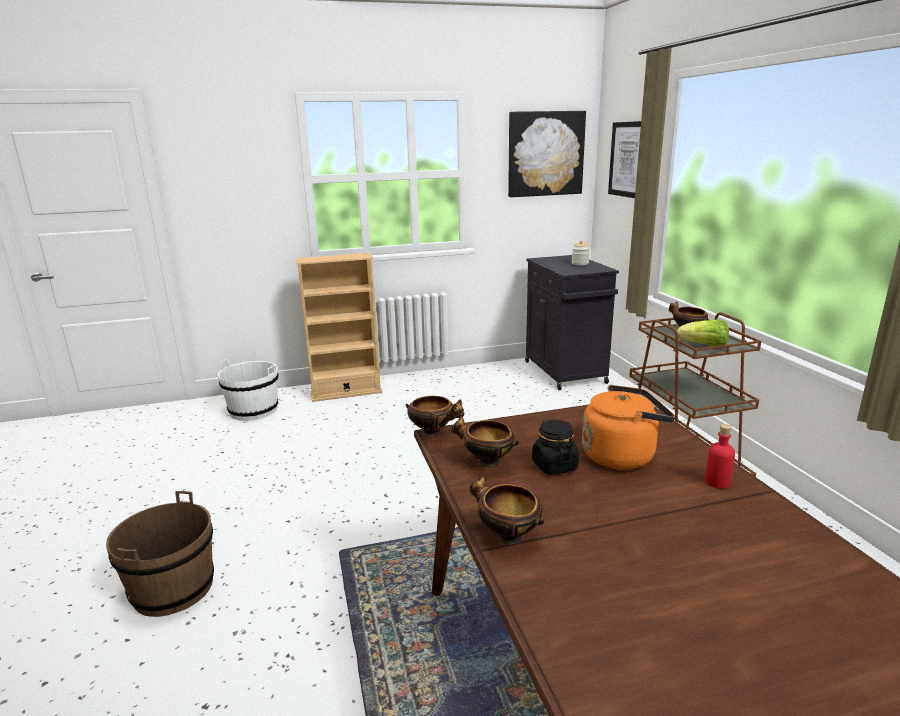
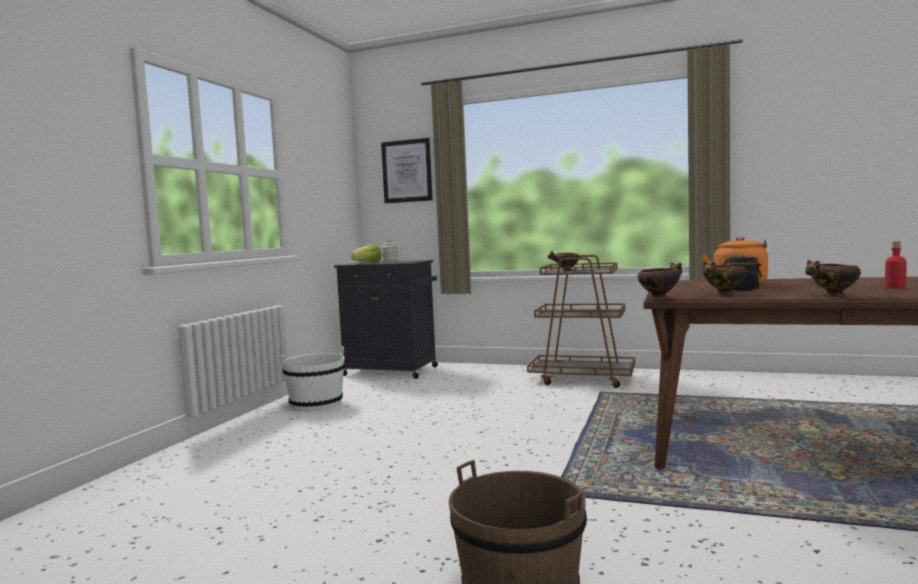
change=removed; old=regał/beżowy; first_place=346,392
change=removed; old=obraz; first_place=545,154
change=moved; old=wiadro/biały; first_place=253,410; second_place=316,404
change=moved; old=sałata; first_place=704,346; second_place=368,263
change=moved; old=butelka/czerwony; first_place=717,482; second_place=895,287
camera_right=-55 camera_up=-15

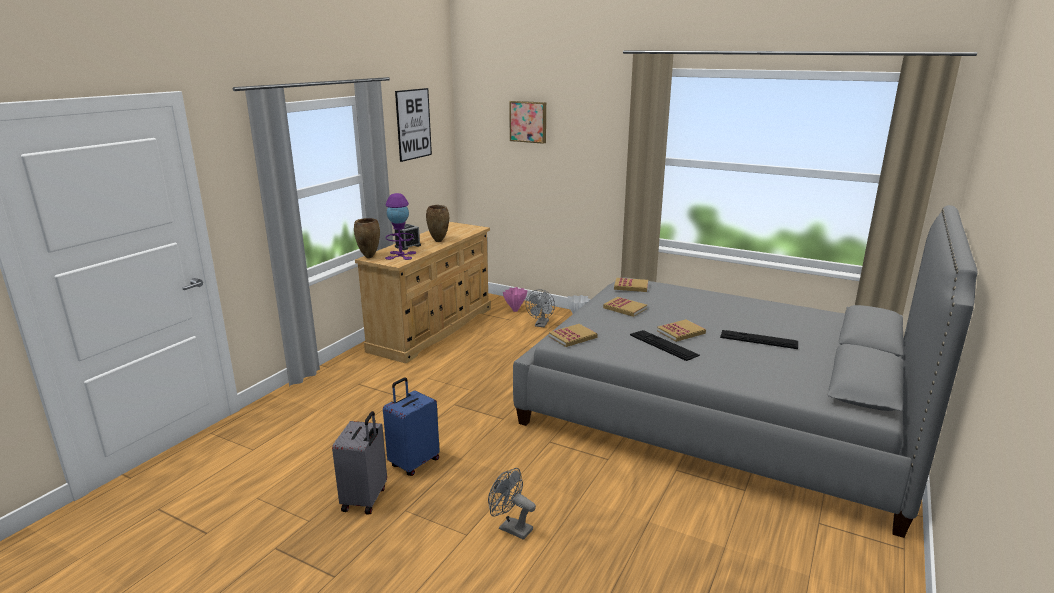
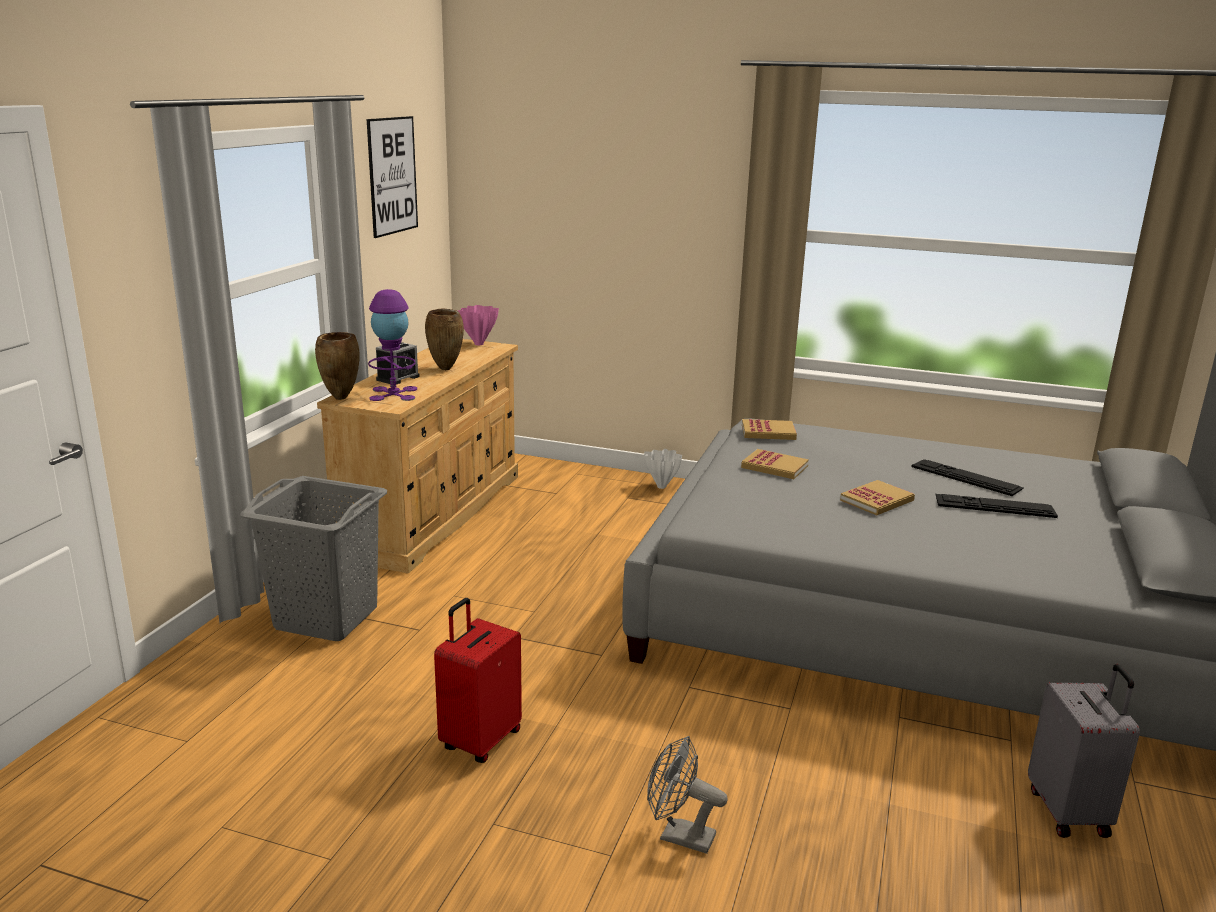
change=removed; old=obraz; first_place=528,121
change=removed; old=wentylator/szary; first_place=541,325
change=removed; old=książka; first_place=573,337
change=added; new=kosz na pranie/szary; second_place=326,617
change=moved; old=walizka/szary; first_place=366,499; second_place=1070,812
change=moved; old=wazon/różowy; first_place=515,310; second_place=480,344
change=moved; old=klawiatura; first_place=663,345; second_place=966,477
change=recoloured; old=walizka/niebieski; new=walizka/czerwony; first_place=414,463; second_place=479,740
camera_right=-10 camera_up=0

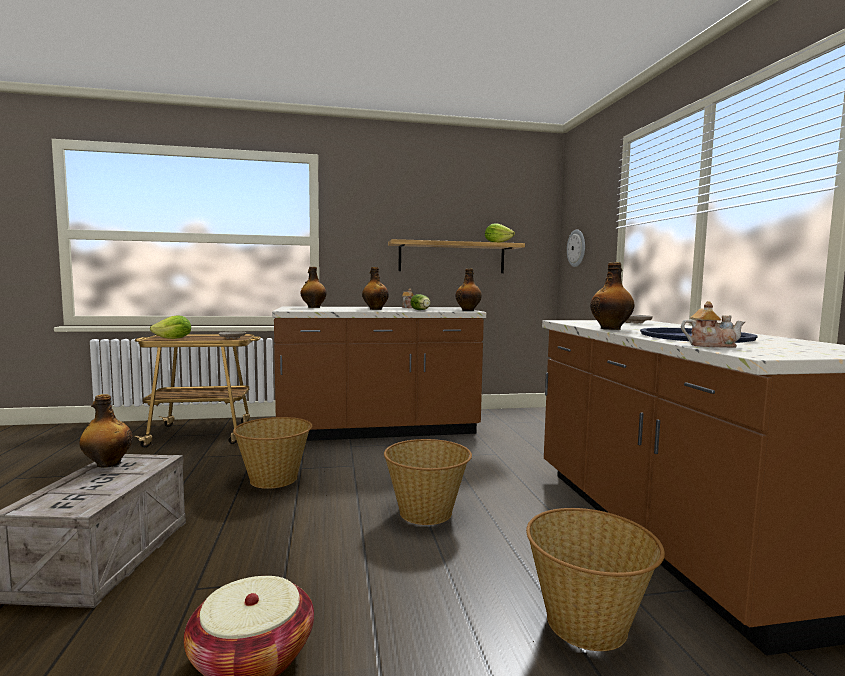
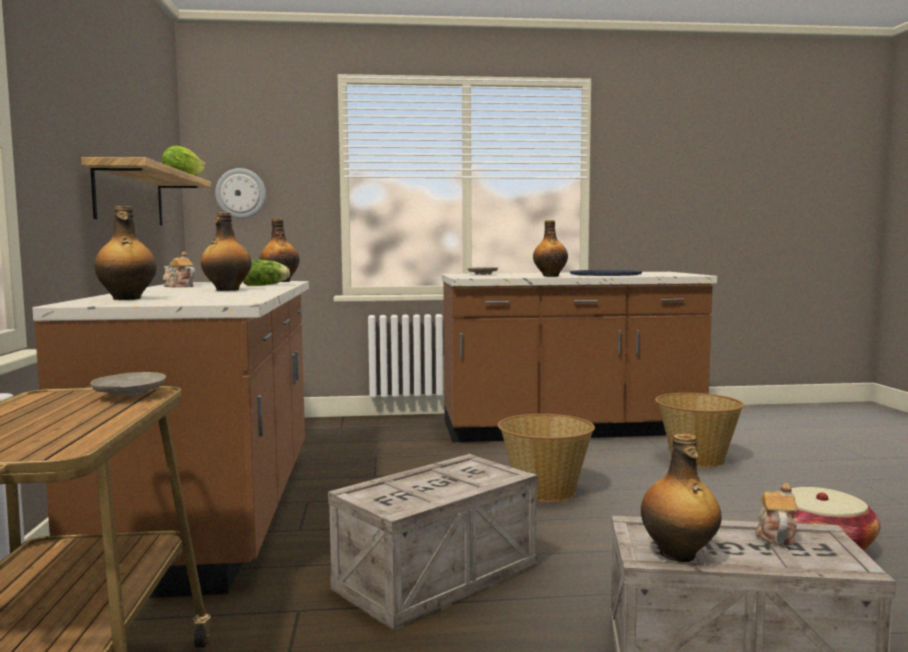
change=removed; old=sałata; first_place=174,339
change=moved; old=imbryk; first_place=710,345; second_place=775,535
change=replaced; old=koszyk; new=skrzynka; first_place=274,479; second_place=438,576
camera_right=-85 camera_up=0

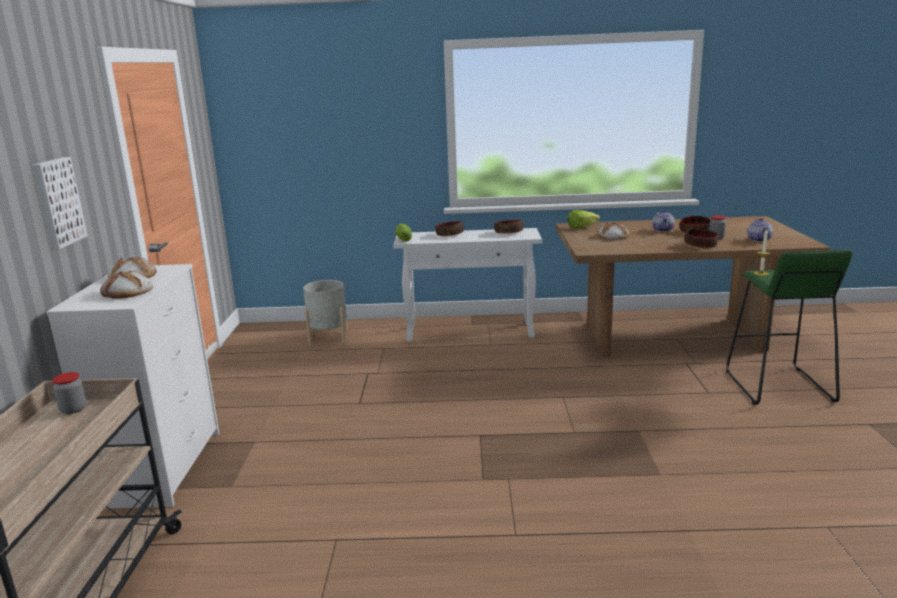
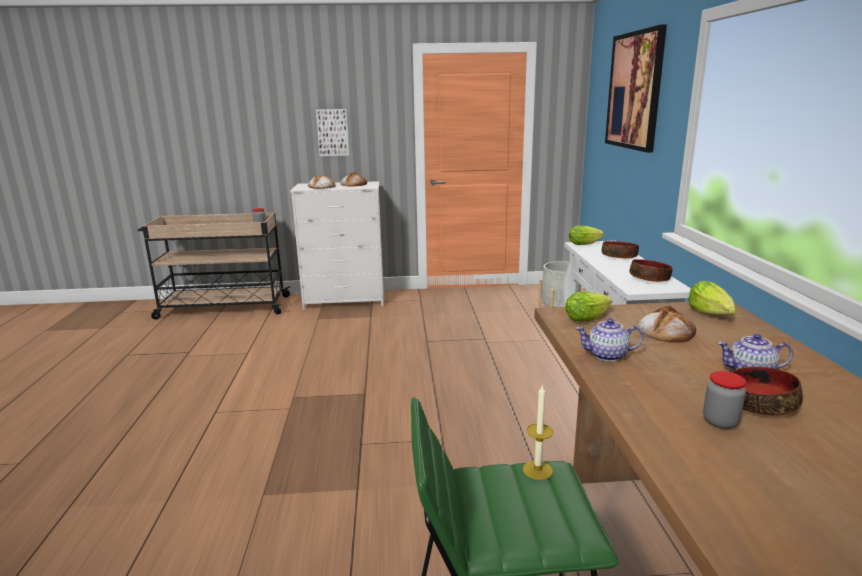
change=removed; old=miska; first_place=700,245
change=added; new=sałata; second_place=589,317
change=added; new=obraz; second_place=634,91
change=moved; old=imbryk; first_place=759,240; second_place=607,355
camera_right=85 camera_up=0

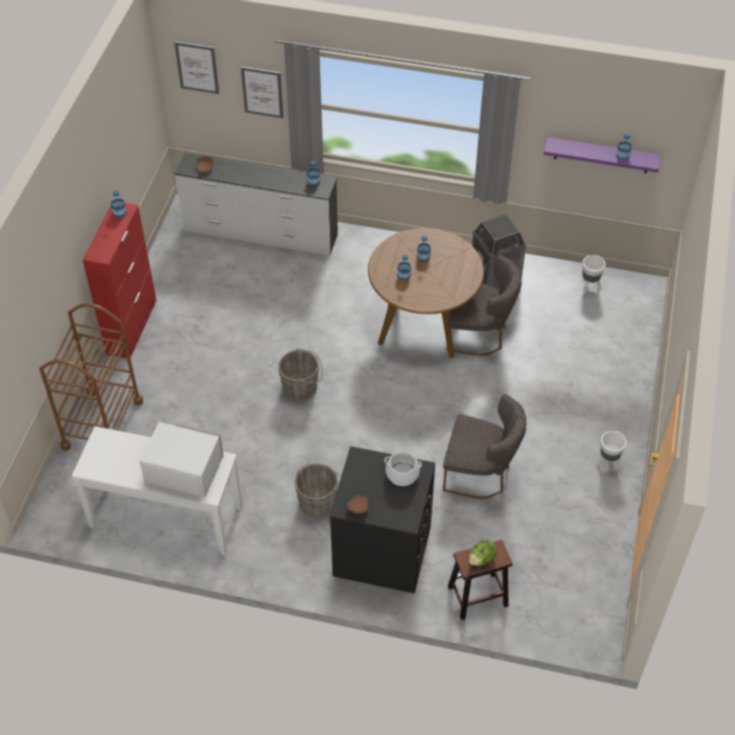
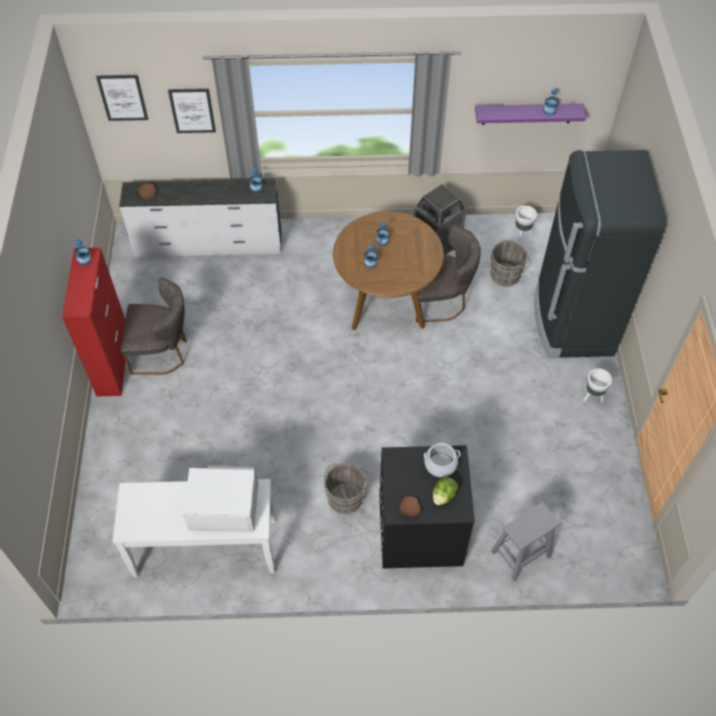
change=removed; old=wózek/brązowy; first_place=102,424
change=added; new=lodówka/czarny; second_place=572,321
change=moved; old=wiadro/szary; first_place=302,388; second_place=507,274
change=moved; old=krzesło/szary; first_place=480,474; second_place=162,352
change=moved; old=sałata; first_place=482,559; second_place=444,495
change=recoloured; old=stołek/brązowy; new=stołek/szary; first_place=477,596; second_place=520,554
camera_right=-15 camera_up=5

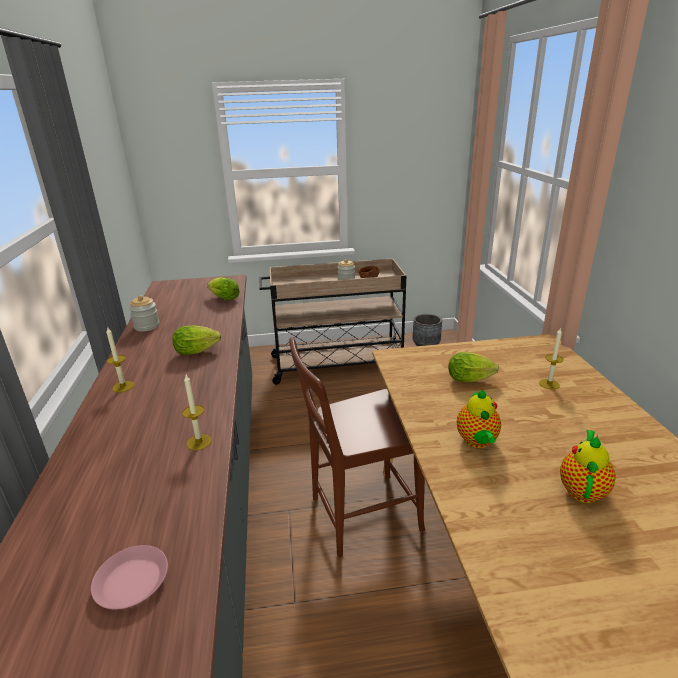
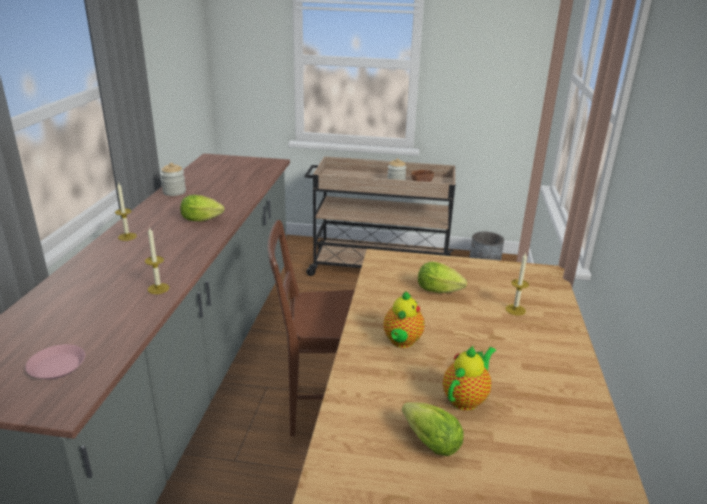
change=moved; old=sałata; first_place=223,298; second_place=427,441
camera_right=15 camera_up=0

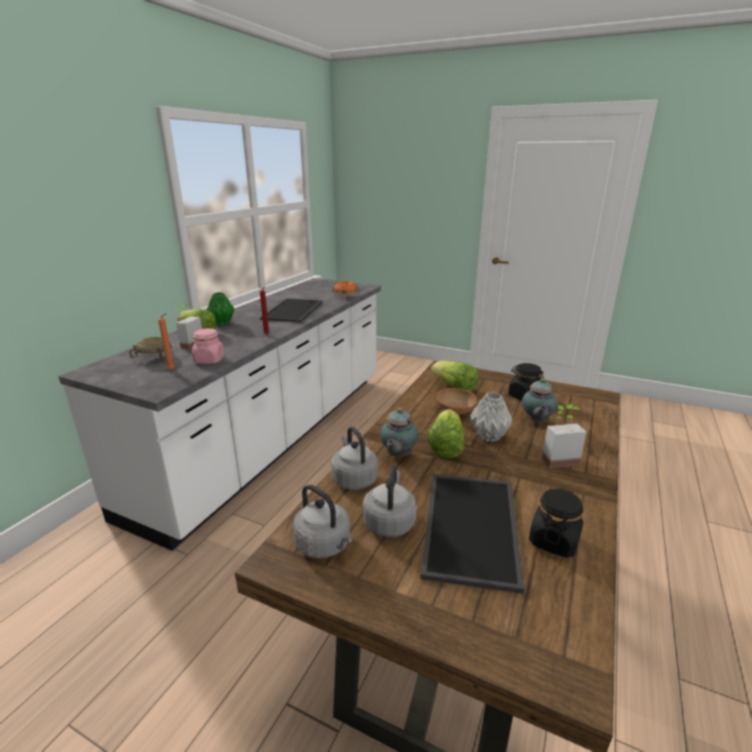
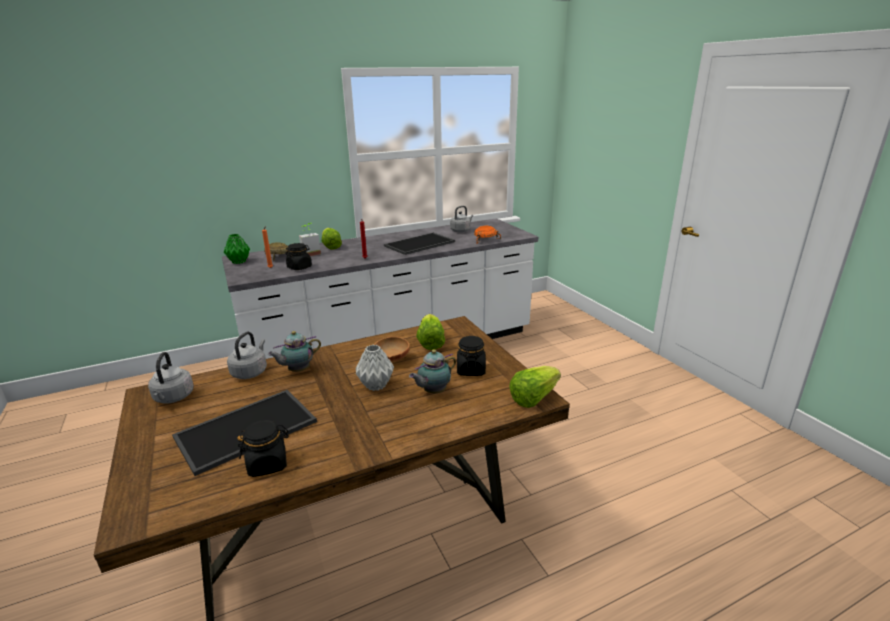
change=removed; old=roślina doniczkowa; first_place=557,457
change=moved; old=wazon/zielony; first_place=222,323; second_place=238,262
change=moved; old=czajnik/szary; first_place=389,521; second_place=461,230
change=moved; old=sałata; first_place=445,446; second_place=533,398
change=recoloured; old=słoik/różowy; new=słoik/czarny; first_place=209,360; second_place=299,267
camera_right=40 camera_up=0

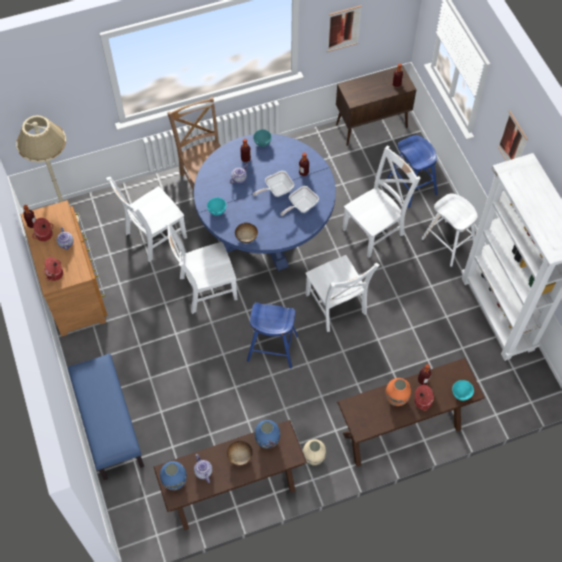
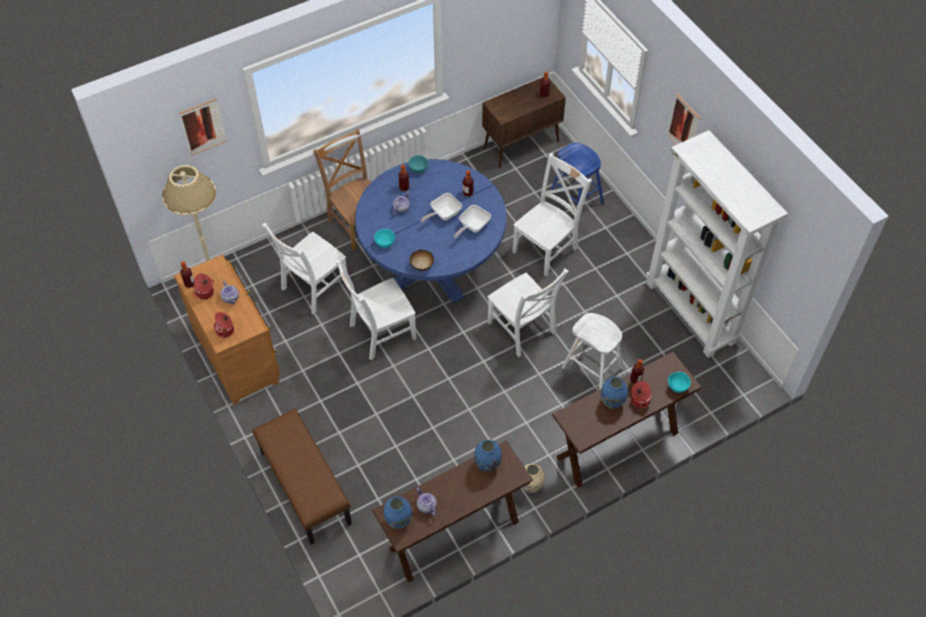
change=removed; old=miska; first_place=240,456
change=removed; old=stołek/niebieski; first_place=272,348
change=moved; old=obraz; first_place=343,28; second_place=203,127
change=moved; old=stołek/biały; first_place=448,243; second_place=592,368
change=recoloured; old=ławka/niebieski; new=ławka/brązowy; first_place=109,425; second_place=304,487
change=recoloured; old=wazon/pomarańczowy; new=wazon/niebieski; first_place=396,398; second_place=612,402
camera_right=-10 camera_up=-5

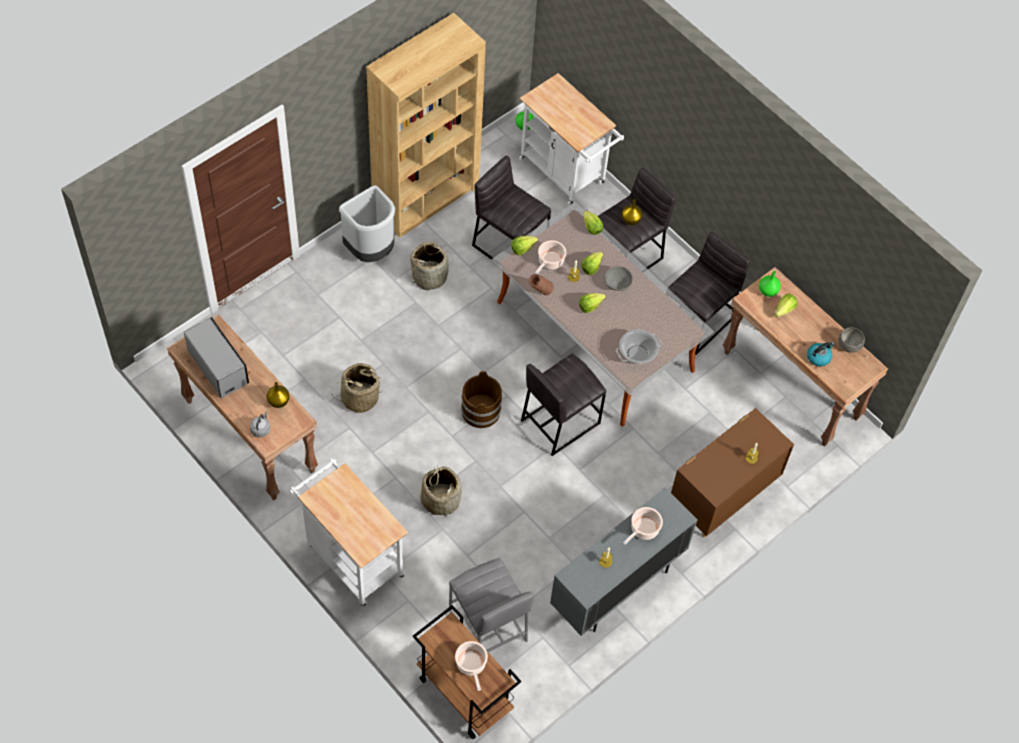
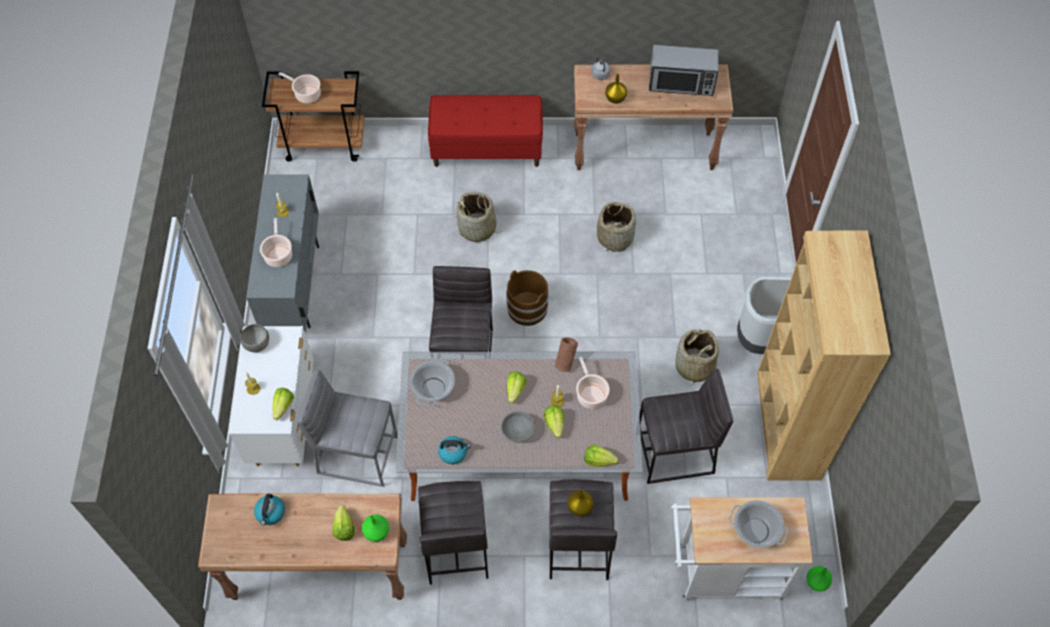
change=added; new=czajnik; second_place=453,452
change=added; new=garnek; second_place=756,530
change=moved; old=stołek/szary; first_place=487,626; second_place=357,454
change=moved; old=sałata; first_place=522,248; second_place=283,407
change=moved; old=miska/szary; first_place=849,345; second_place=257,345
change=replaced; old=wózek/biały; new=ławka/czerwony; first_place=351,556; second_place=487,148
change=recoloured; old=komoda/brązowy; new=komoda/biały; first_place=721,497; second_place=284,419
camera_right=135 camera_up=0

